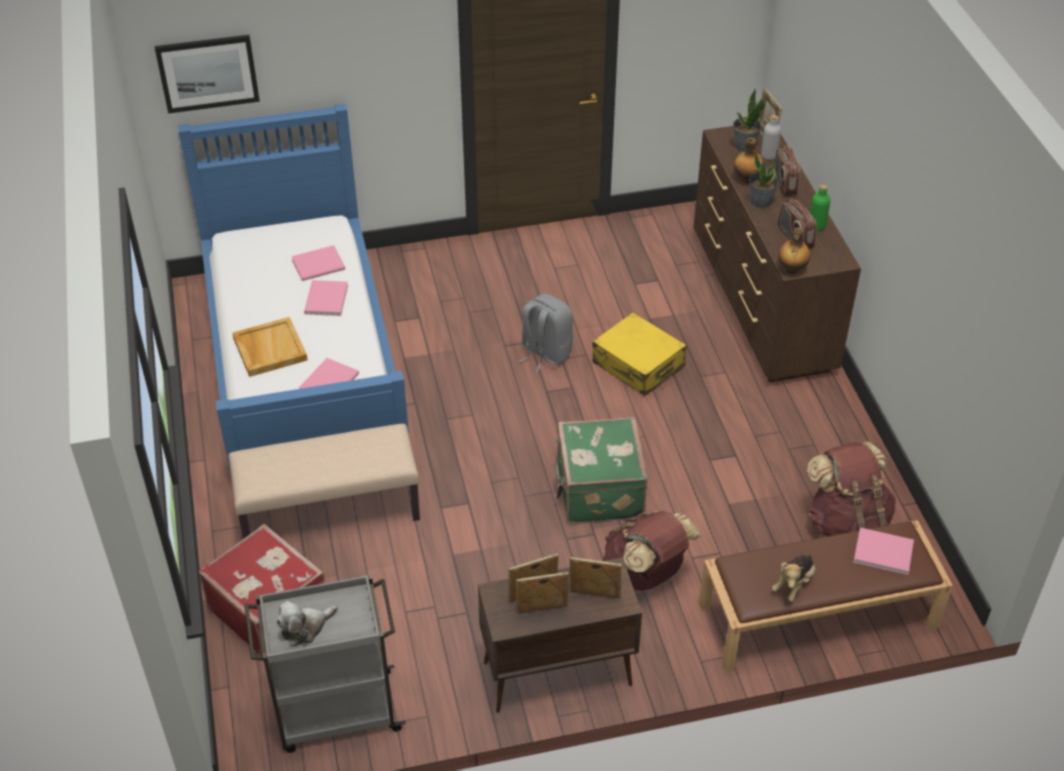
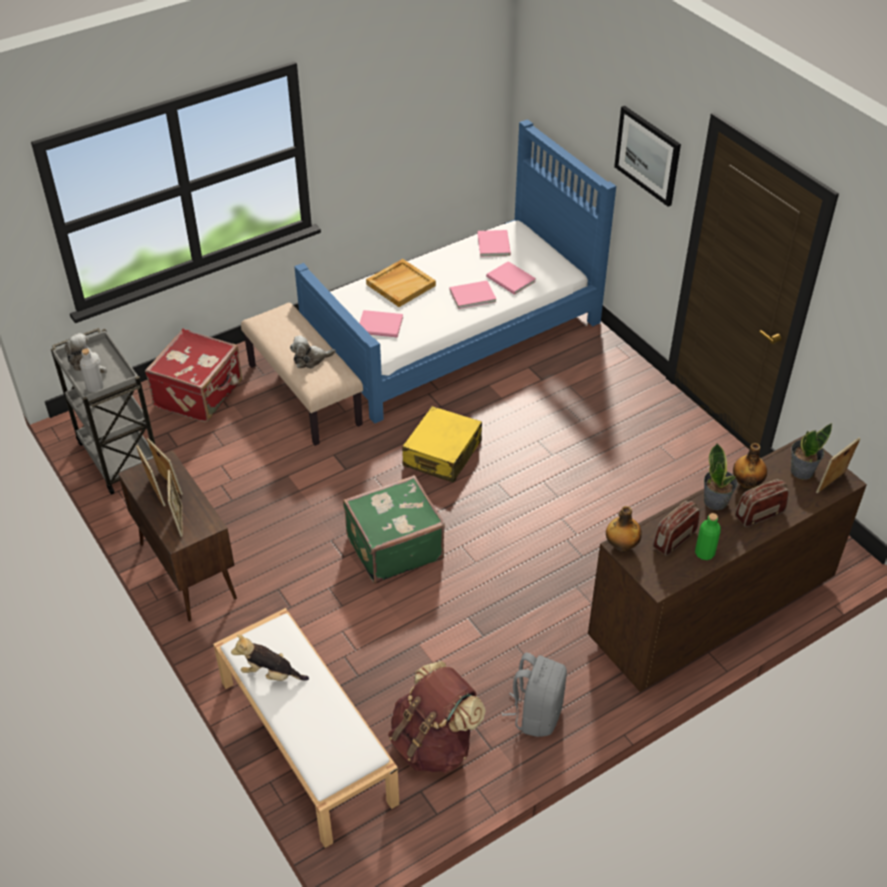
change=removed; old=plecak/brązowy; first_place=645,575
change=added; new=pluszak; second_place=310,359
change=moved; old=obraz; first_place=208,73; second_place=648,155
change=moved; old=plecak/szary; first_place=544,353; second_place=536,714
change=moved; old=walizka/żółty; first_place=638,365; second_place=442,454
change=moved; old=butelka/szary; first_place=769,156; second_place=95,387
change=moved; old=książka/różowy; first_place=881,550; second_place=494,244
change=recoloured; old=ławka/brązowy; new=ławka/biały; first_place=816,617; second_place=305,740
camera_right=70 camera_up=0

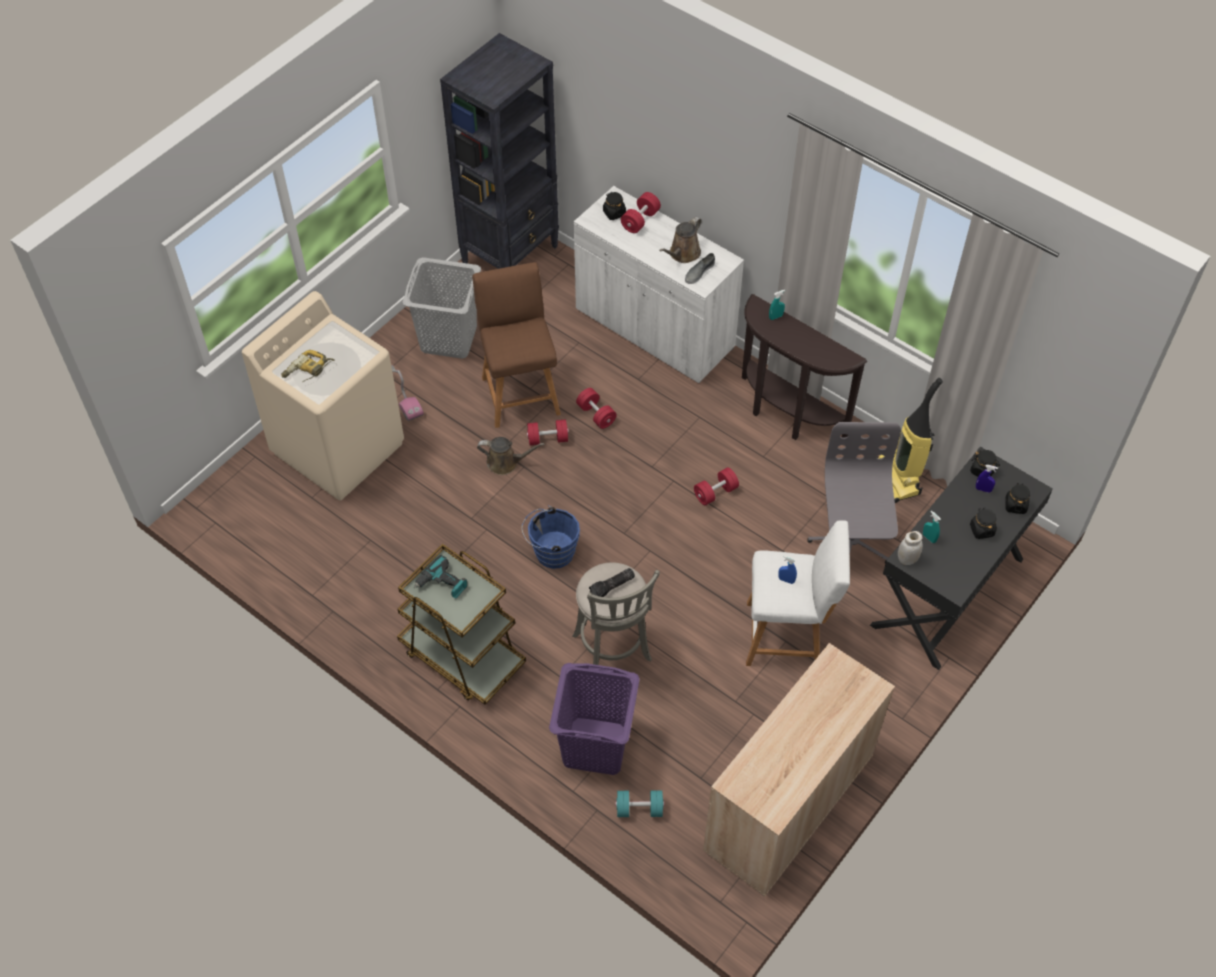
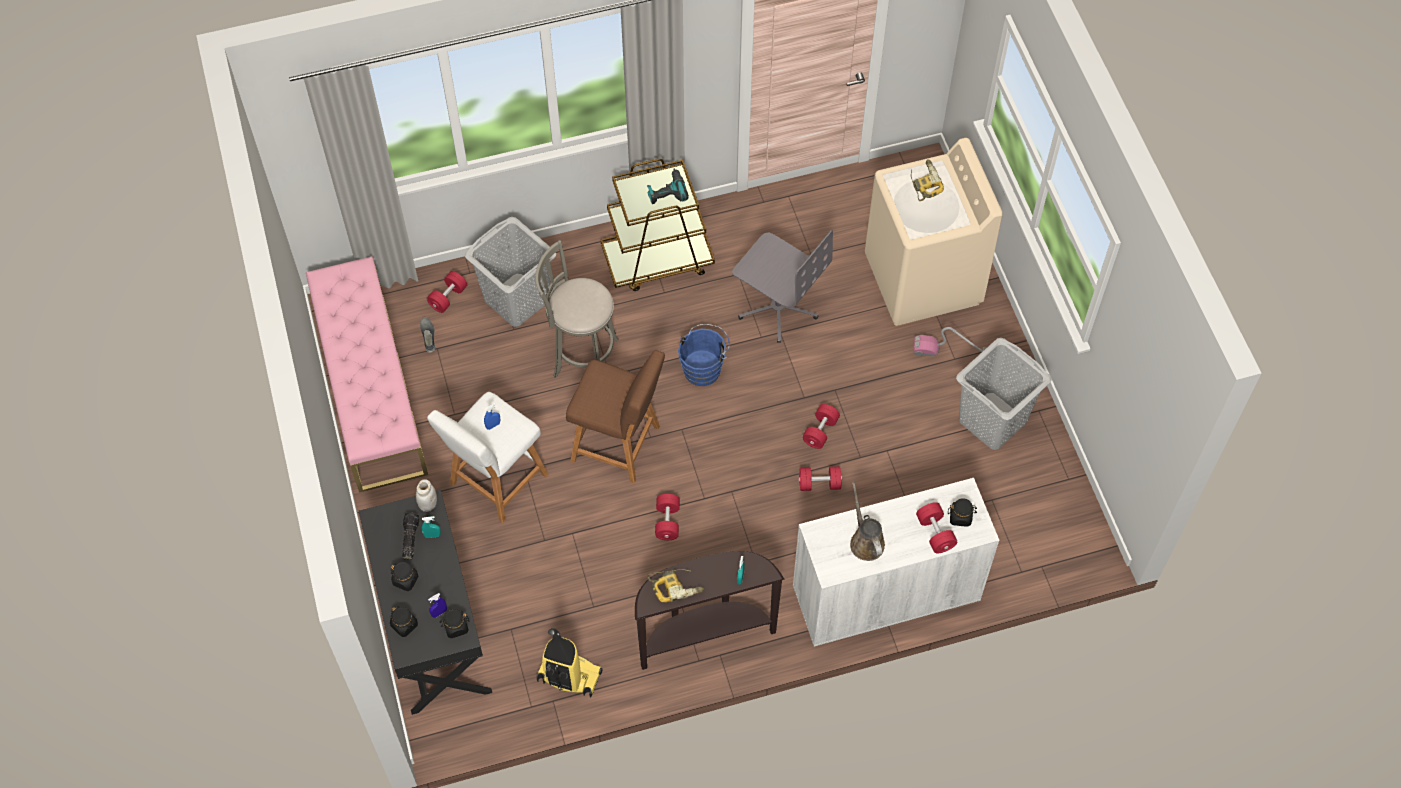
change=removed; old=regał/czarny; first_place=511,254
change=removed; old=konewka/brązowy; first_place=505,463
change=added; new=wiertarka; second_place=676,586
change=moved; old=stołek/brązowy; first_place=520,392; second_place=620,445
change=moved; old=latarka; first_place=612,587; second_place=409,539
change=moved; old=but/szary; first_place=699,272; second_place=428,336
change=moved; old=krzesło biurowe/szary; first_place=850,542; second_place=777,307
change=replaced; old=szafka/beżowy; new=ławka/różowy; first_place=788,803; second_place=371,389
change=recoloured; old=kosz na pranie/fioletowy; new=kosz na pranie/szary; first_place=596,745; second_place=517,300
change=recoloured; old=hantel/turkusowy; new=hantel/czerwony; first_place=639,809; second_place=448,297
camera_right=125 camera_up=5

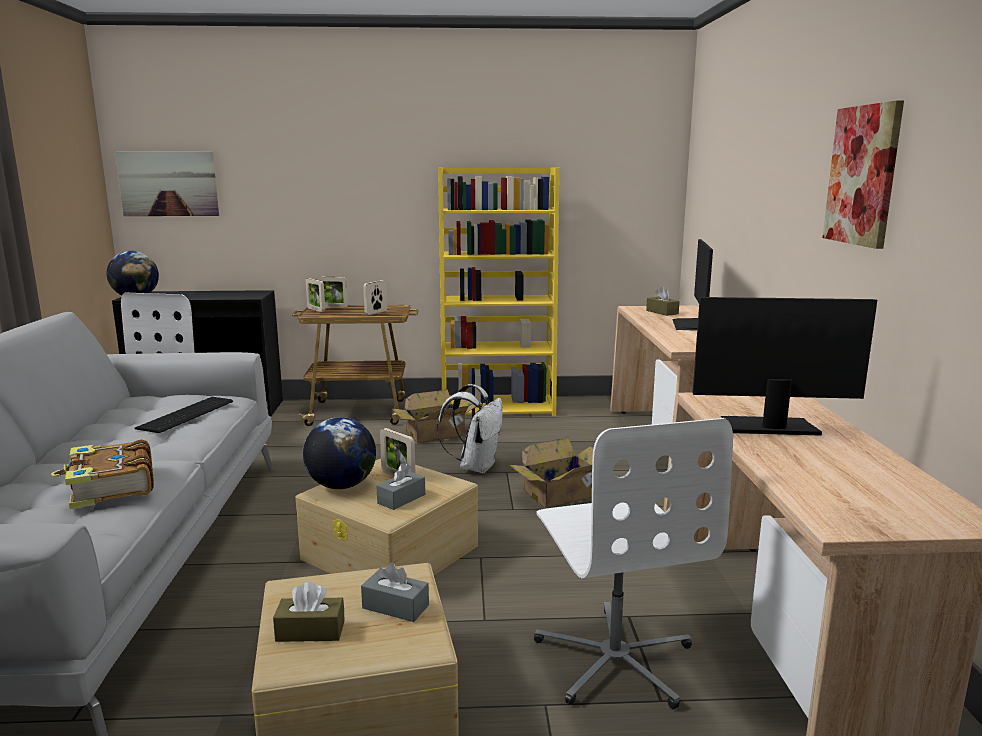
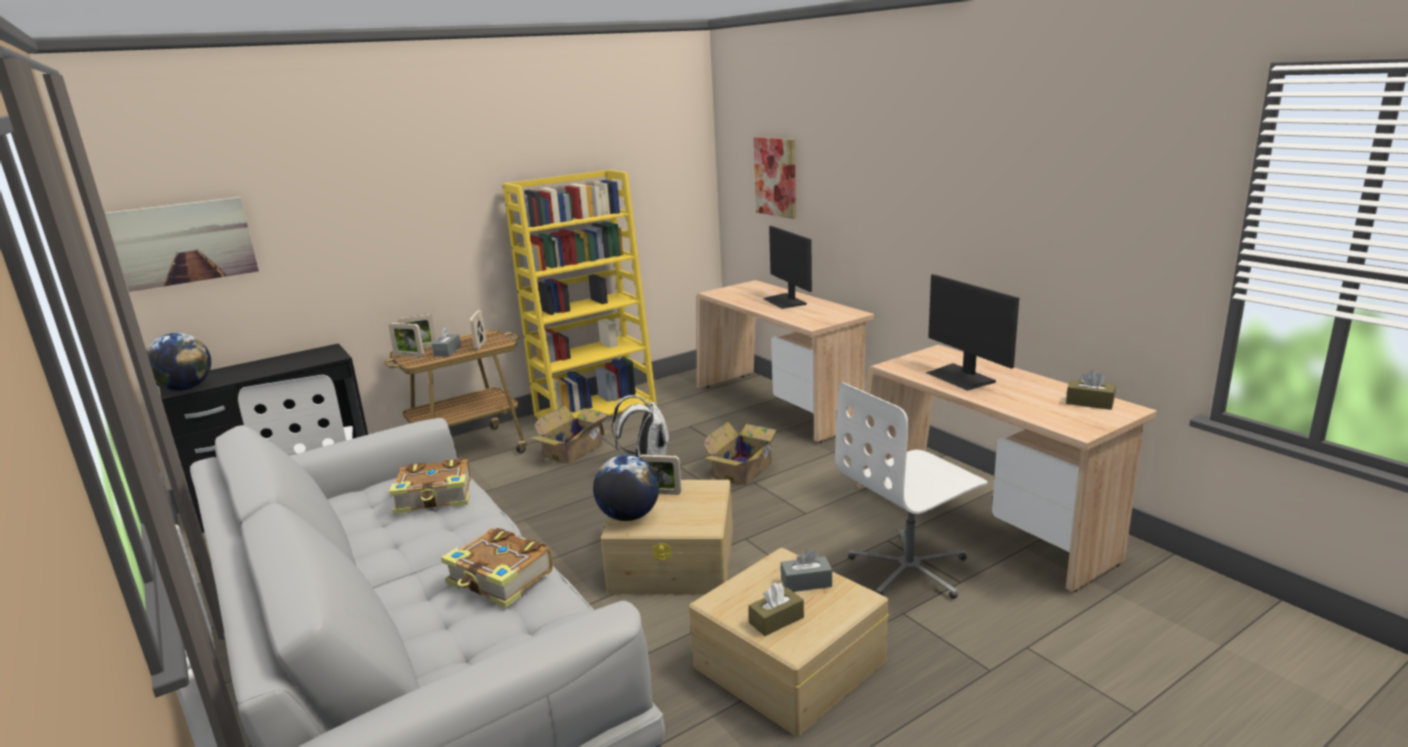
change=moved; old=pudełko chusteczek/szary; first_place=401,499; second_place=447,351
change=moved; old=pudełko chusteczek/brązowy; first_place=662,312; second_place=1089,402
change=moved; old=obraz; first_place=863,175; second_place=776,177
change=replaced; old=klawiatura; new=książka; first_place=188,414; second_place=436,497
change=turned; old=krzesło biurowe/biały; first_place=615,659; second_place=910,569; degrees=105
change=turned; old=monitor; first_place=769,426; second_place=961,377; degrees=-90
camera_right=-30 camera_up=5

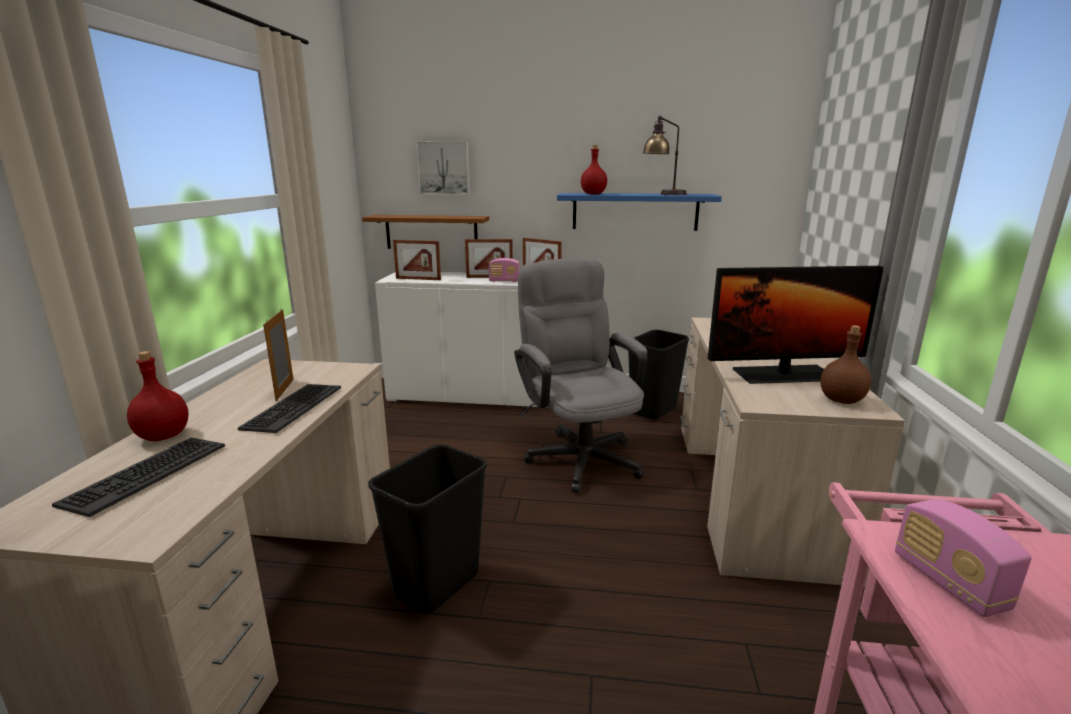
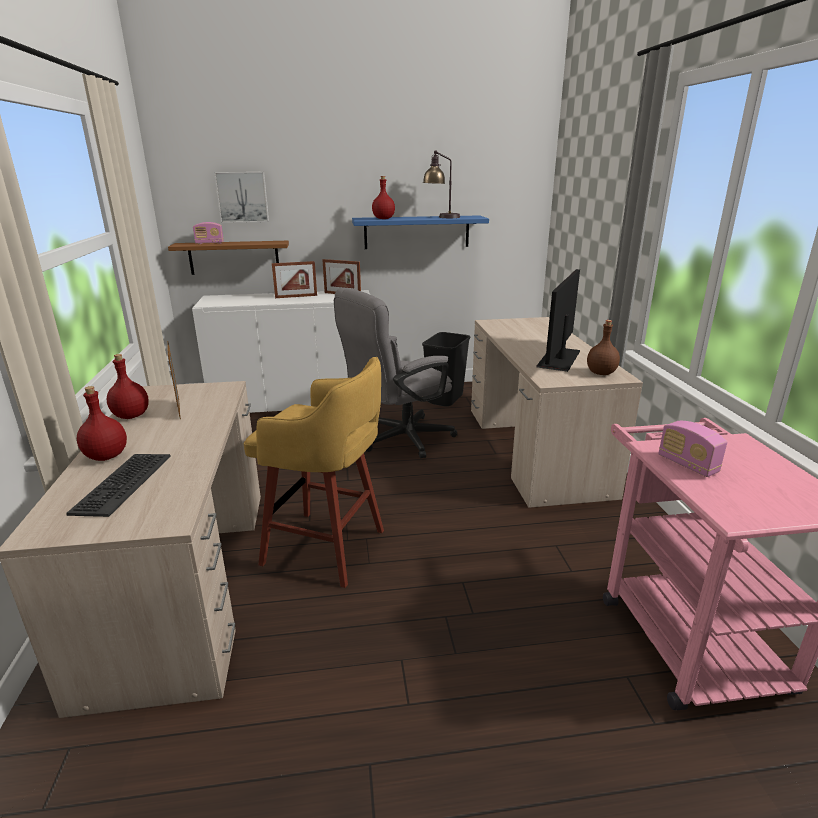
change=removed; old=klawiatura; first_place=293,407
change=removed; old=ramka na zdjęcie; first_place=418,279
change=added; new=butelka/czerwony; second_place=132,415
change=moved; old=radio; first_place=504,281; second_place=209,243
change=replaced; old=kosz na śmieci/czarny; new=stołek/żółty; first_place=437,585; second_place=327,548
change=turned; old=krzesło biurowe/szary; first_place=579,454; second_place=398,440; degrees=-90
change=turned; old=monitor; first_place=784,374; second_place=558,359; degrees=135
camera_right=-15 camera_up=5

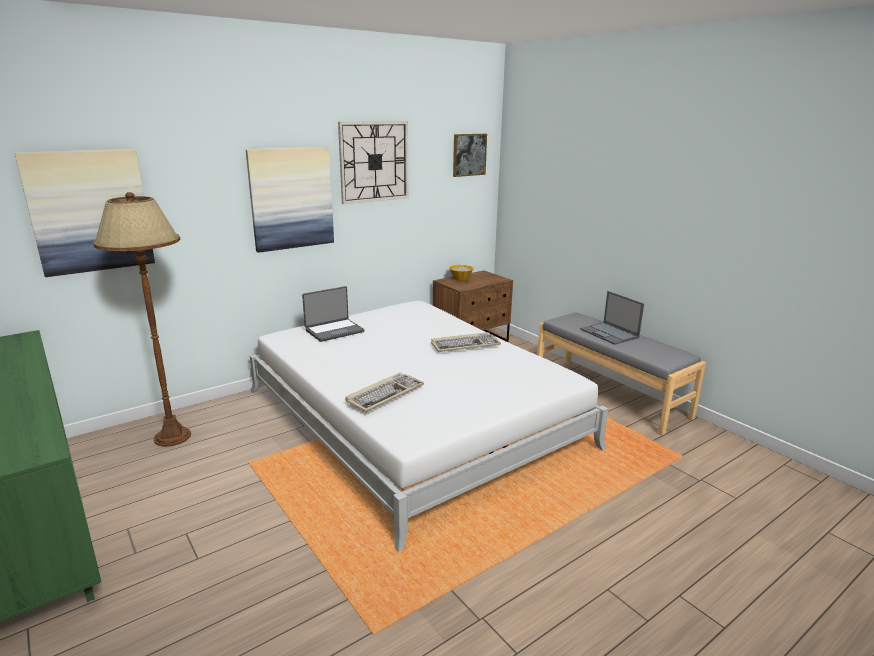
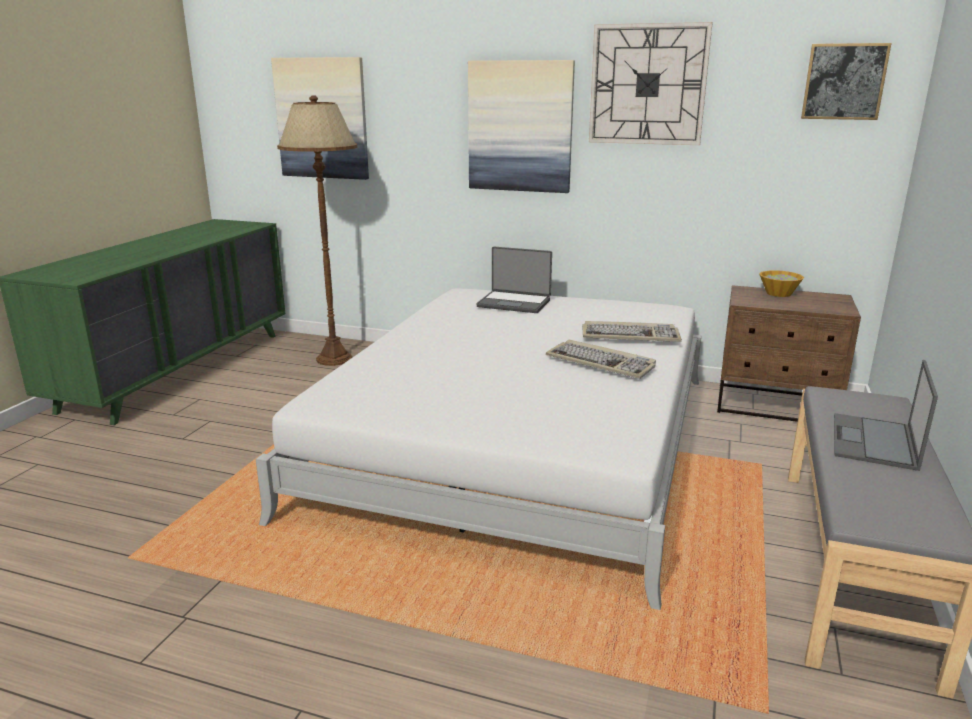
change=moved; old=klawiatura; first_place=385,394; second_place=630,335
camera_right=55 camera_up=0

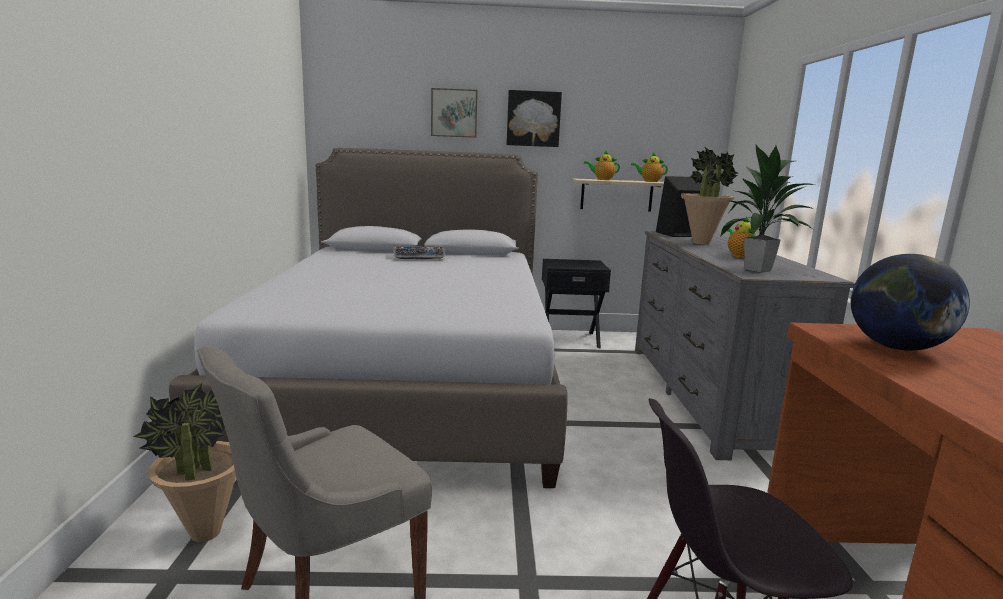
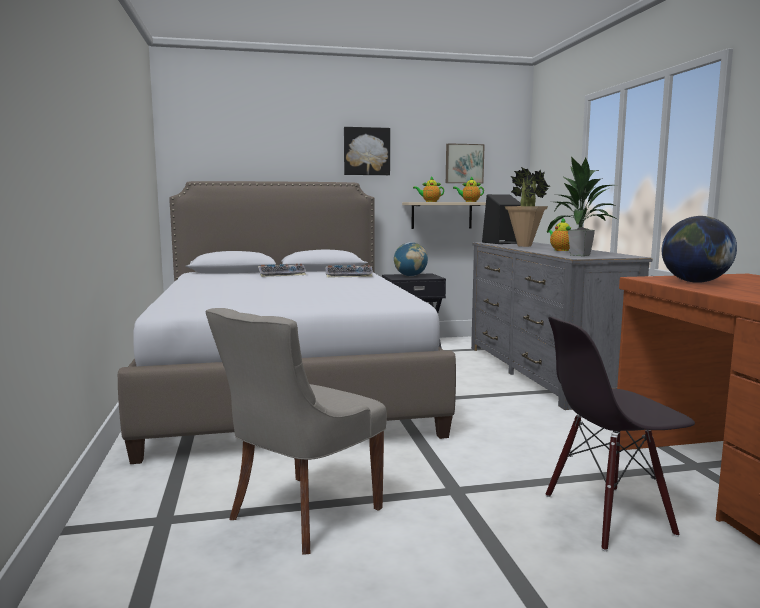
change=removed; old=roślina doniczkowa; first_place=205,533
change=added; new=klawiatura; second_place=349,275
change=added; new=globus; second_place=410,276
change=moved; old=obraz; first_place=454,113; second_place=464,163
camera_right=-10 camera_up=-5

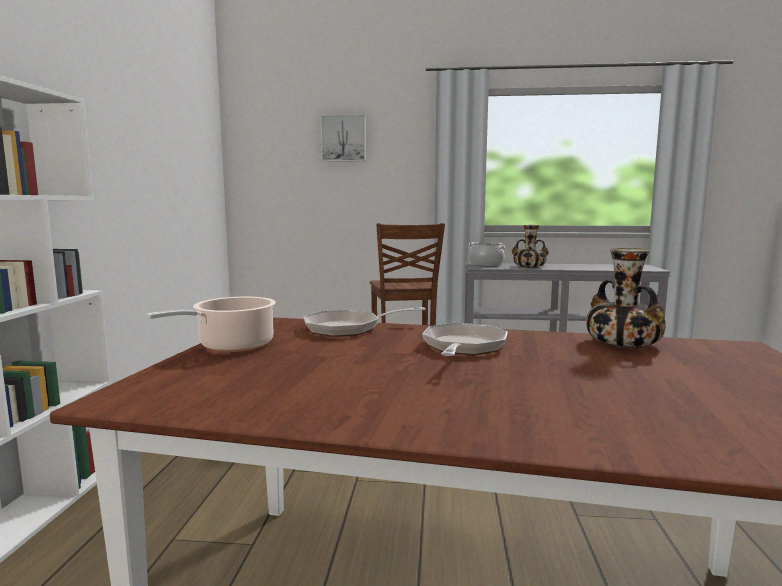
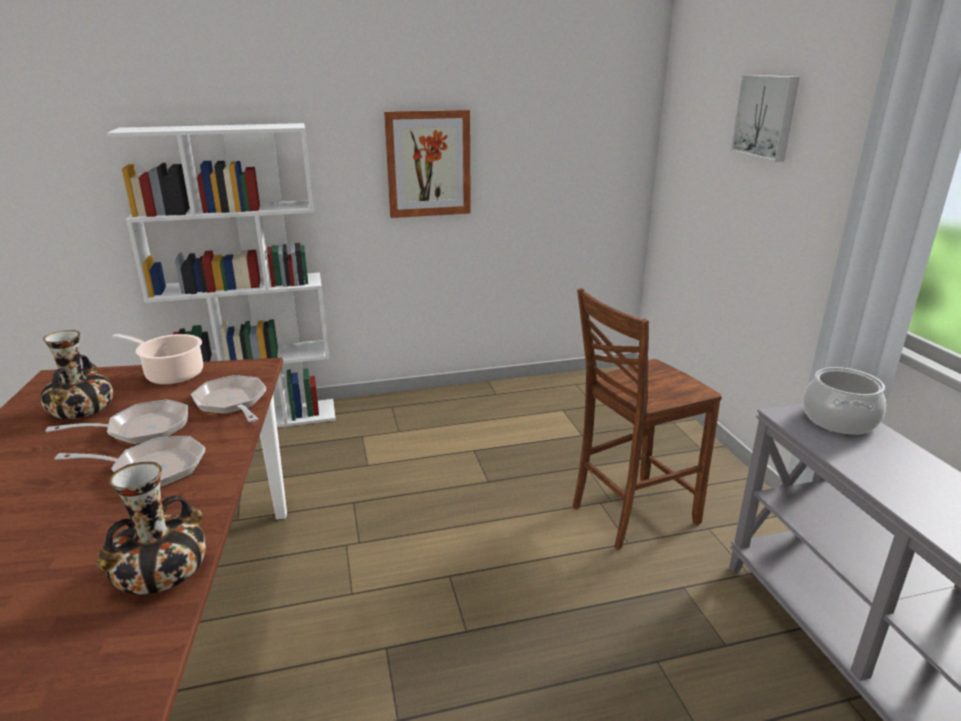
change=added; new=patelnia; second_place=142,429
change=added; new=obraz; second_place=428,164
change=moved; old=wazon; first_place=528,266; second_place=83,409
camera_right=70 camera_up=15

